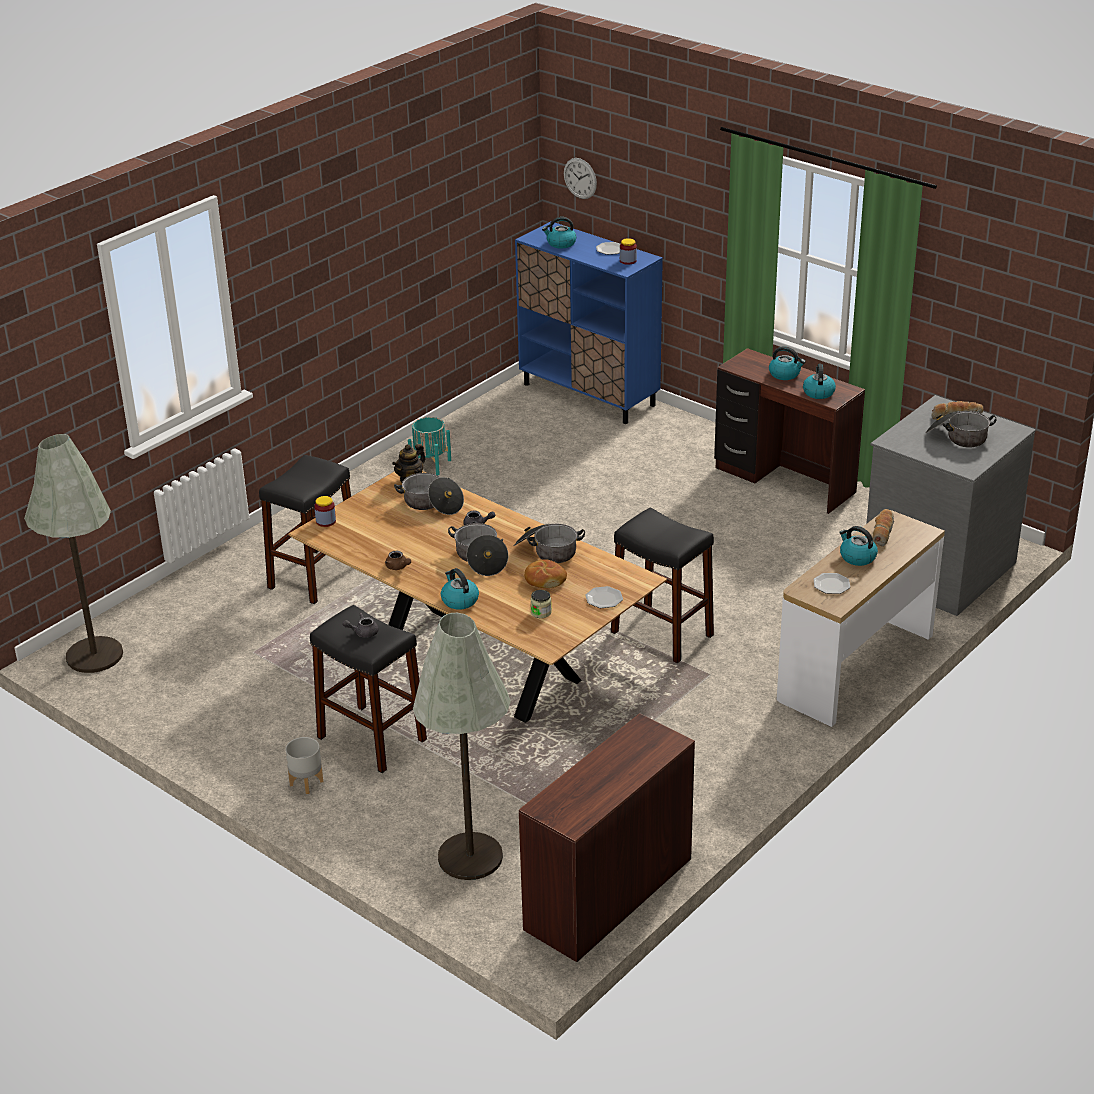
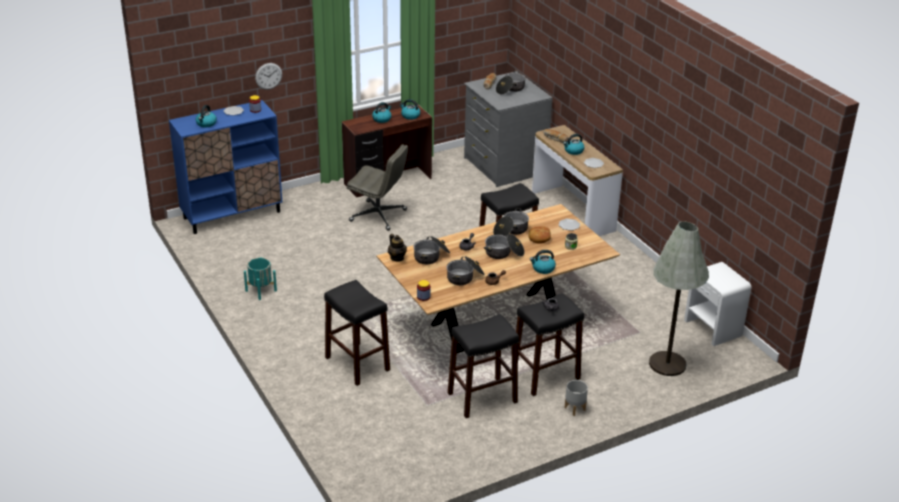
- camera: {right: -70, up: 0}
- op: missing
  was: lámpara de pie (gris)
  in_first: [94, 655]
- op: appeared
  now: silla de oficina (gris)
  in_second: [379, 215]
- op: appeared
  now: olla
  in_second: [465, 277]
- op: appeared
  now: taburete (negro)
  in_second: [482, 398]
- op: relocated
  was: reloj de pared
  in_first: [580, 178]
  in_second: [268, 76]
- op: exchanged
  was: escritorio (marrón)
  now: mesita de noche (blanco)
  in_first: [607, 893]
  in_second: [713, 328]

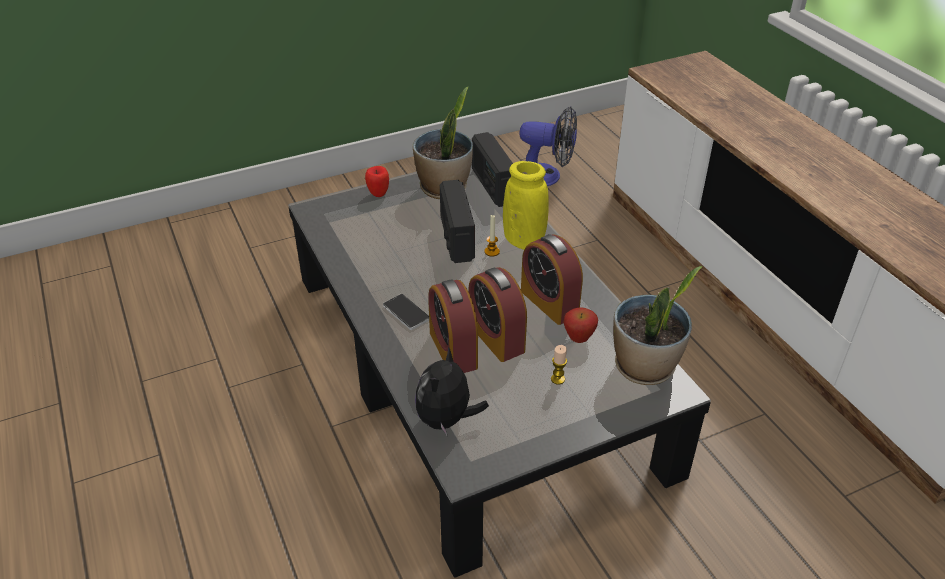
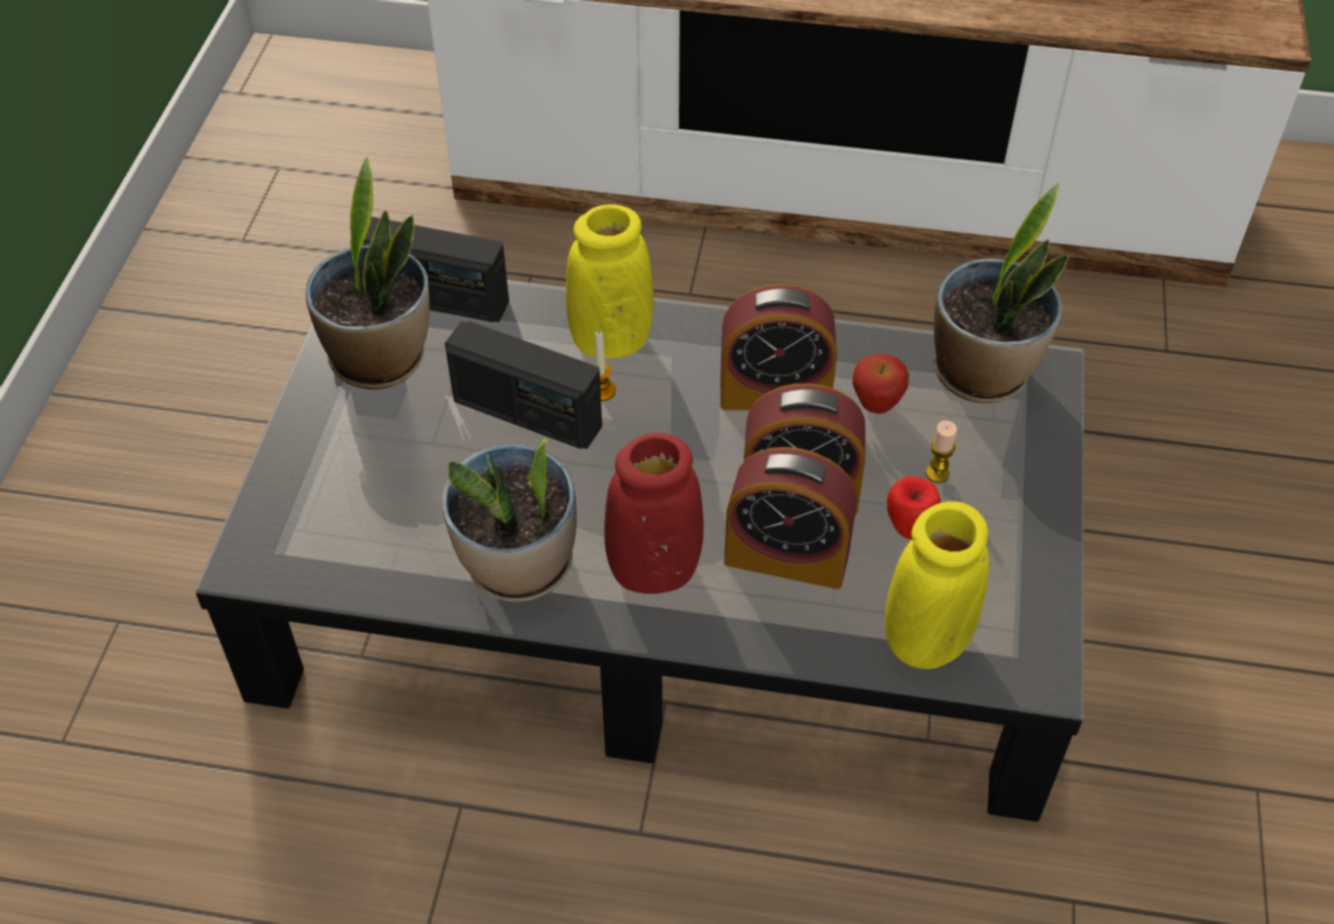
- camera: {right: -55, up: 10}
- op: missing
  was: ventilador
  in_first: [546, 176]
- op: appeared
  now: planta en maceta
  in_second: [519, 566]
- op: relocated
  was: manzana
  in_first: [378, 194]
  in_second: [908, 529]
- op: exchanged
  was: móvil
  now: florero (rojo)
  in_first: [406, 313]
  in_second: [654, 570]
- op: exchanged
  was: peluche
  now: florero (amarillo)
  in_first: [447, 420]
  in_second: [927, 641]

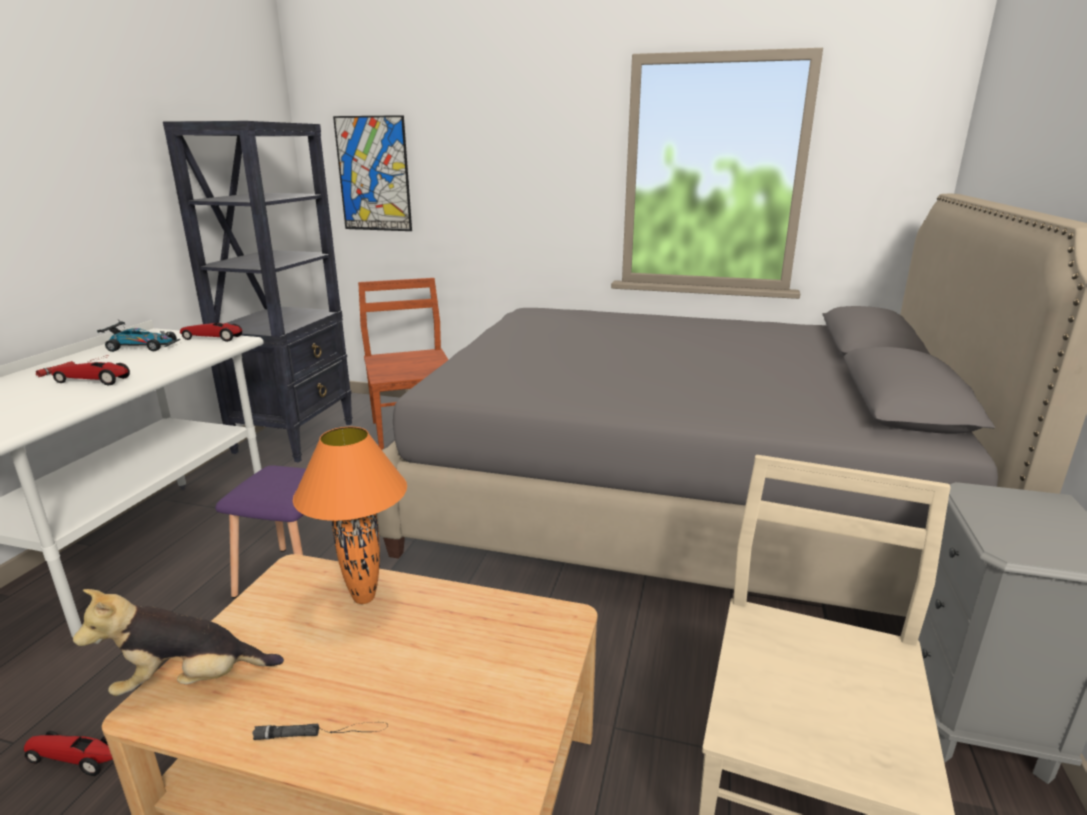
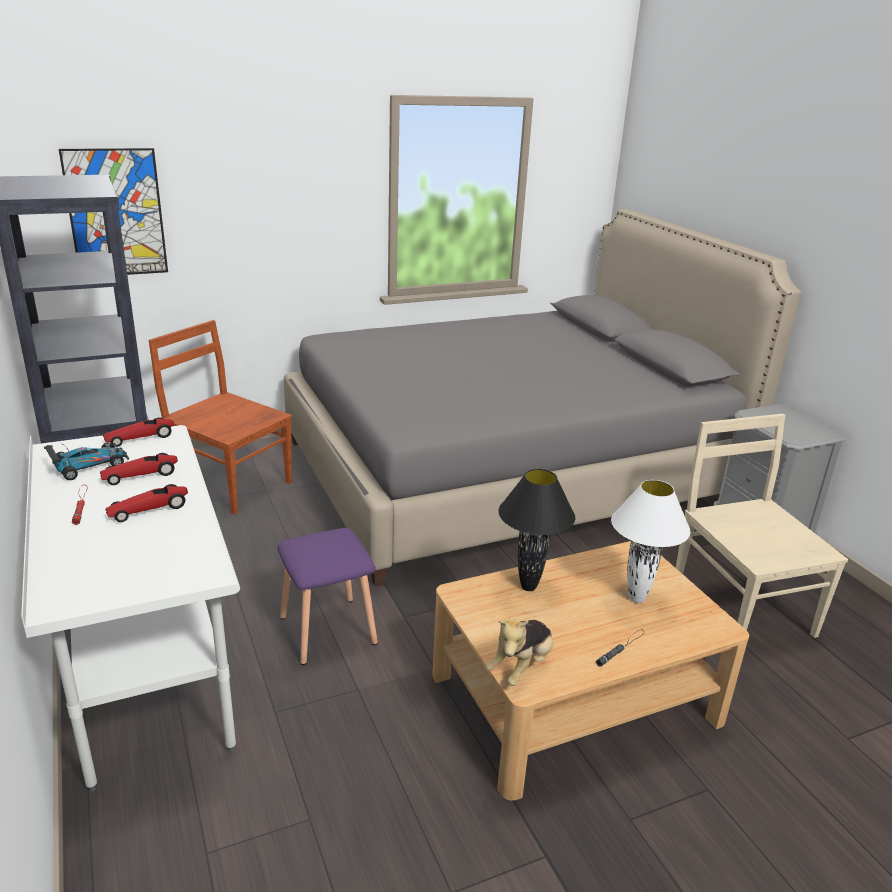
- camera: {right: -40, up: 5}
- op: appeared
  now: lámpara de mesa (blanco)
  in_second: [637, 598]
- op: relocated
  was: coche de juguete
  in_first: [75, 758]
  in_second: [140, 475]
- op: colour
  was: lámpara de mesa (naranja)
  now: lámpara de mesa (negro)
  in_first: [363, 597]
  in_second: [527, 587]

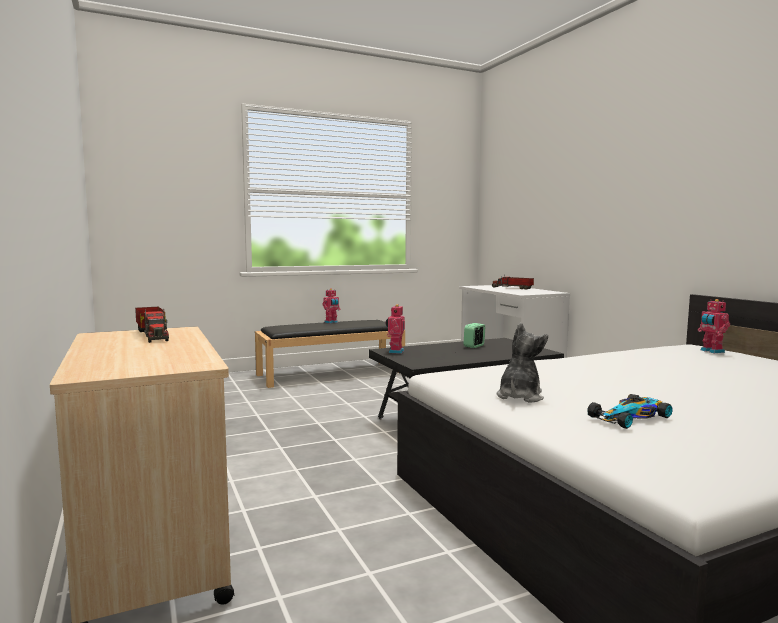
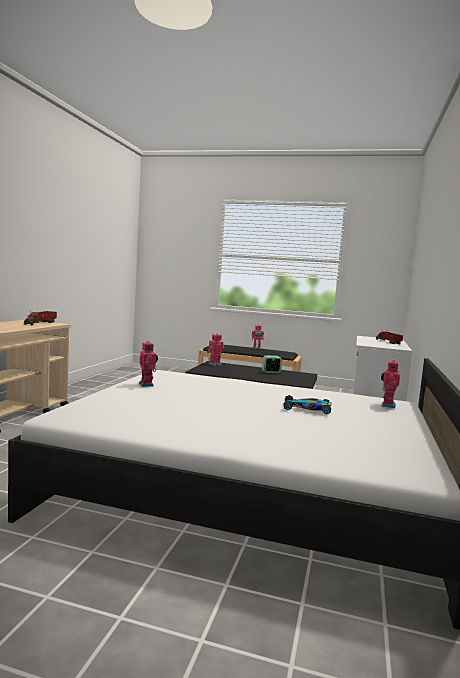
- camera: {right: 40, up: 0}
- op: relocated
  was: coche de juguete
  in_first: [630, 417]
  in_second: [308, 409]
- op: exchanged
  was: peluche
  now: robot de juguete
  in_first: [519, 396]
  in_second: [147, 384]

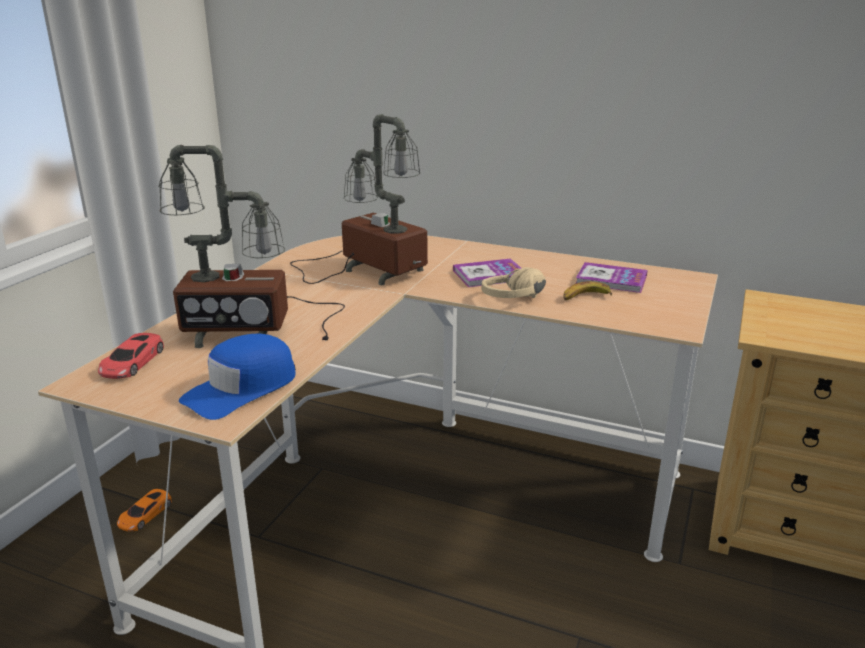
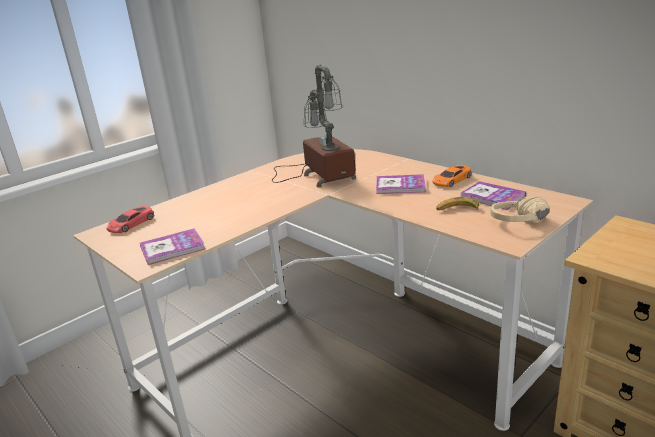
- camera: {right: 25, up: 0}
- op: missing
  was: lámpara de mesa
  in_first: [254, 328]
- op: relocated
  was: coche de juguete (naranja)
  in_first: [145, 514]
  in_second: [451, 180]
- op: relocated
  was: auriculares (beis)
  in_first: [519, 301]
  in_second: [523, 225]
- op: exchanged
  was: gorra (azul)
  now: libro
  in_first: [241, 388]
  in_second: [172, 248]

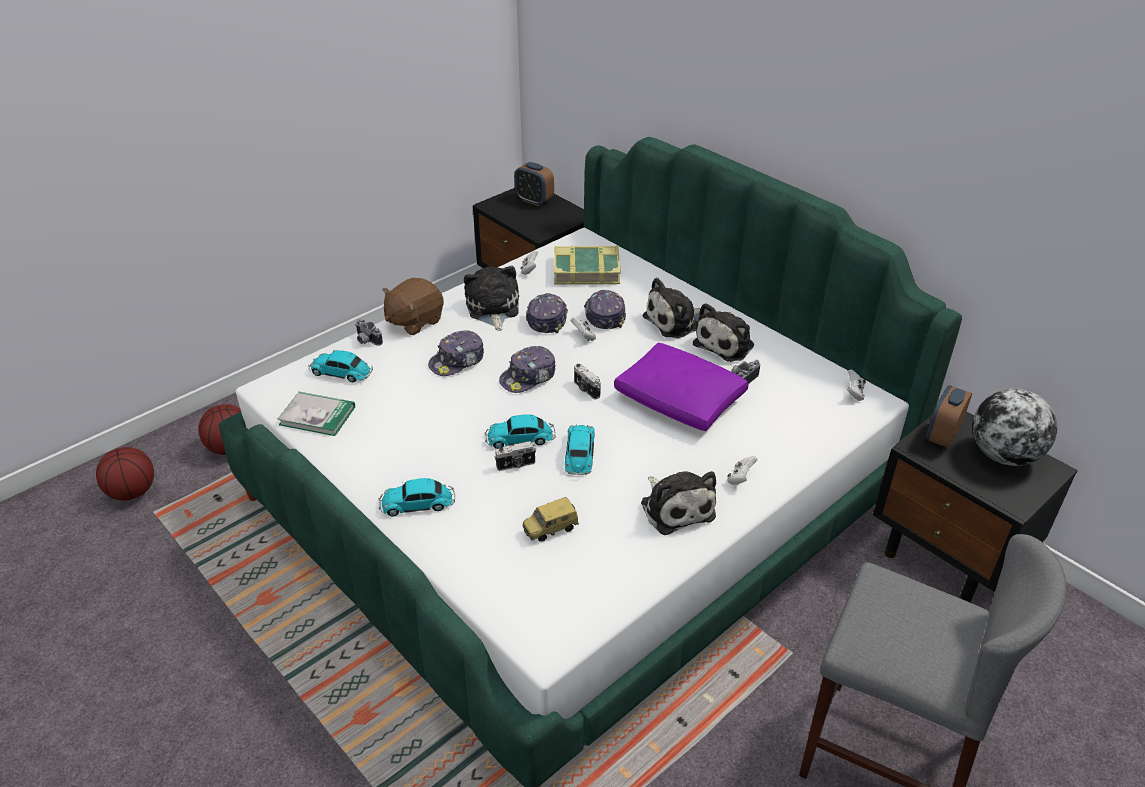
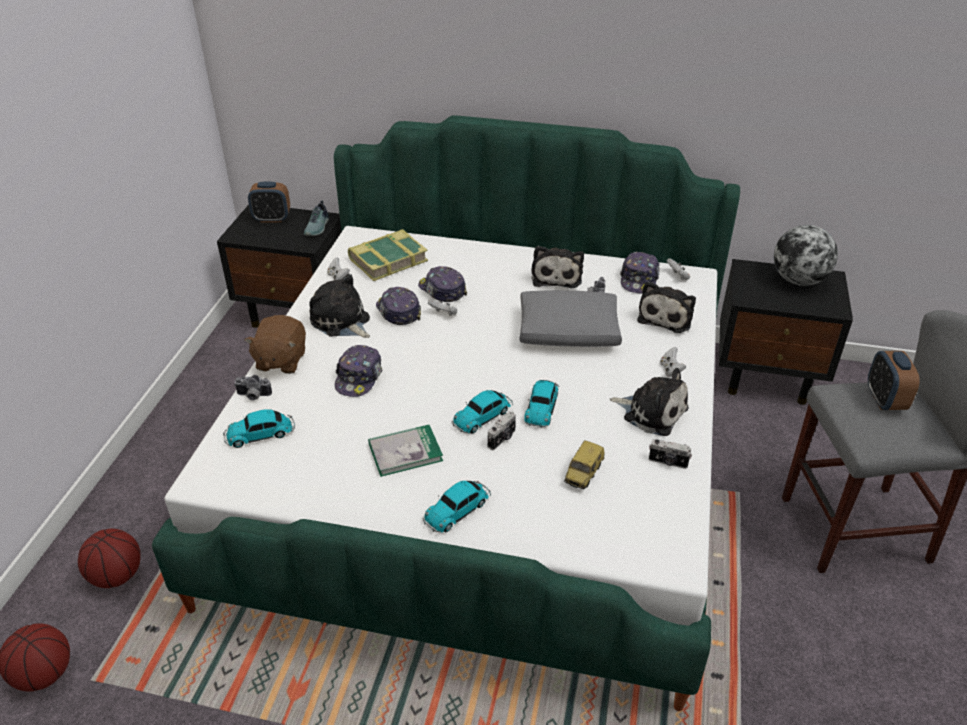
- camera: {right: -35, up: 0}
- op: appeared
  now: zapato
  in_second: [318, 227]
- op: relocated
  was: libro
  in_first: [317, 416]
  in_second: [405, 452]
- op: relocated
  was: gorra
  in_first: [528, 377]
  in_second: [639, 279]
- op: relocated
  was: cámara
  in_first: [586, 390]
  in_second: [668, 462]
- op: relocated
  was: peluche
  in_first: [675, 321]
  in_second: [666, 316]
- op: relocated
  was: despertador
  in_first: [942, 436]
  in_second: [884, 400]
- op: colour
  was: cojín (morado)
  now: cojín (gris)
  in_first: [680, 399]
  in_second: [569, 331]
- op: spun
  was: coche de juguete
  in_first: [579, 454]
  in_second: [542, 407]
  clockwise: -135

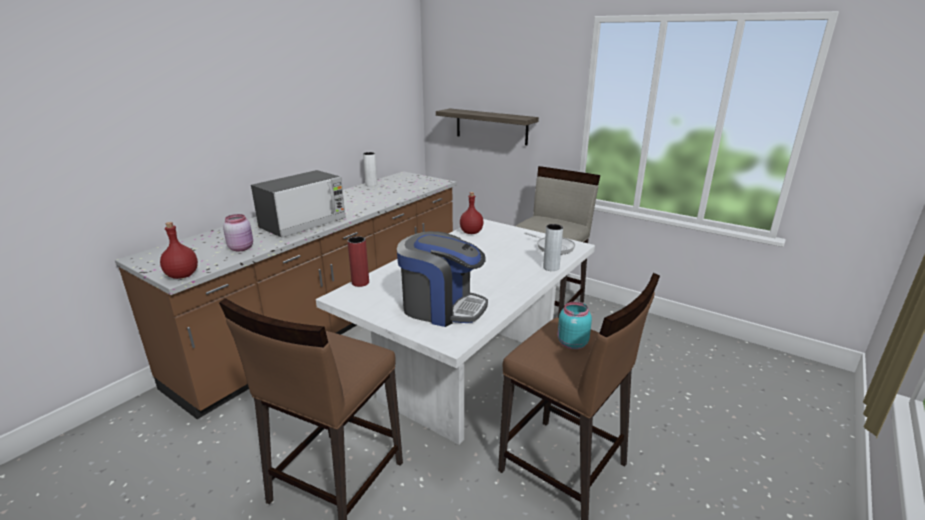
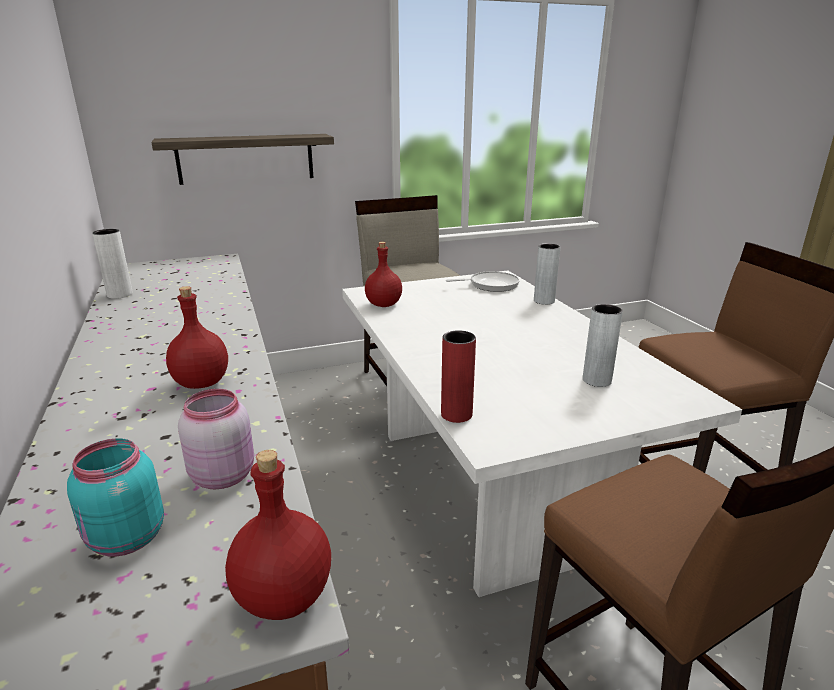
- camera: {right: -55, up: 0}
- op: relocated
  was: tarro (turquesa)
  in_first: [571, 343]
  in_second: [125, 539]
- op: exchanged
  was: microondas
  now: botella (rojo)
  in_first: [304, 223]
  in_second: [200, 383]
- op: exchanged
  was: cafetera
  now: florero (gris)
  in_first: [442, 307]
  in_second: [596, 380]

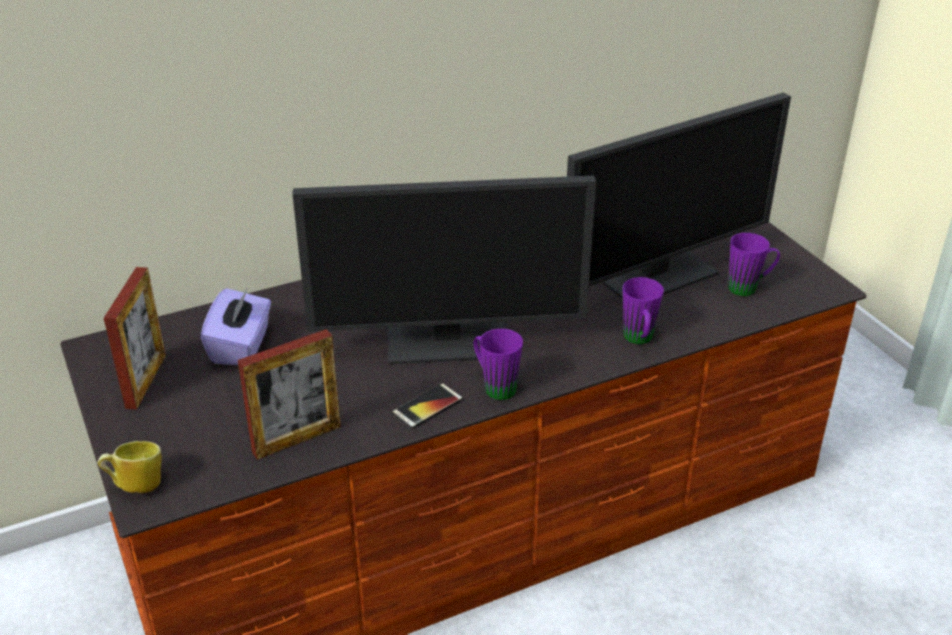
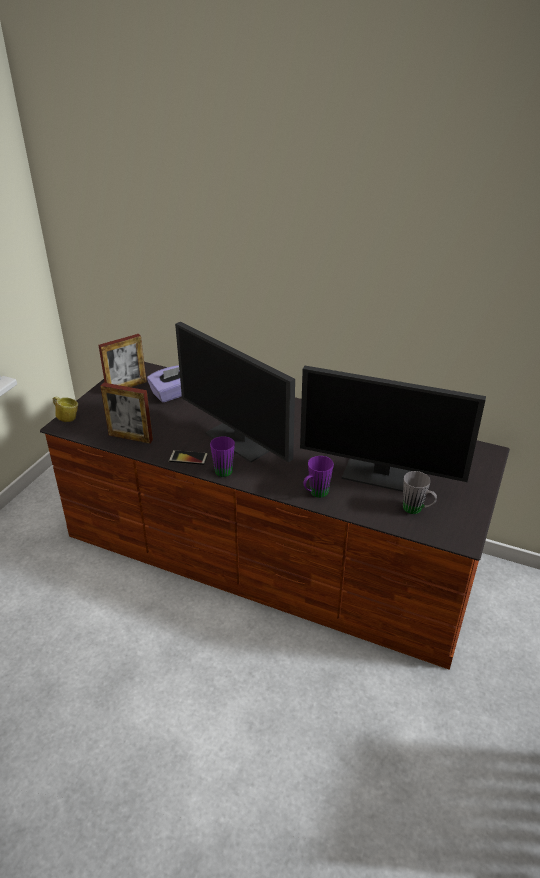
- camera: {right: 50, up: 0}
- op: colour
  was: taza grande (morado)
  now: taza grande (gris)
  in_first: [749, 287]
  in_second: [416, 510]

